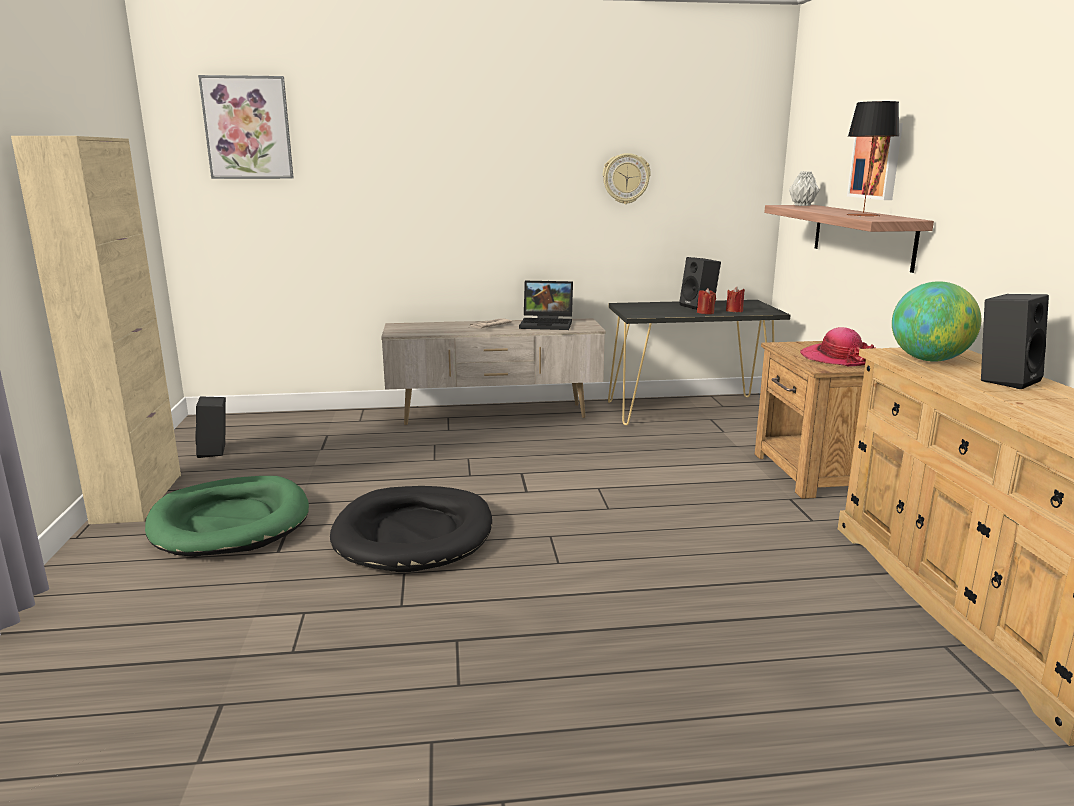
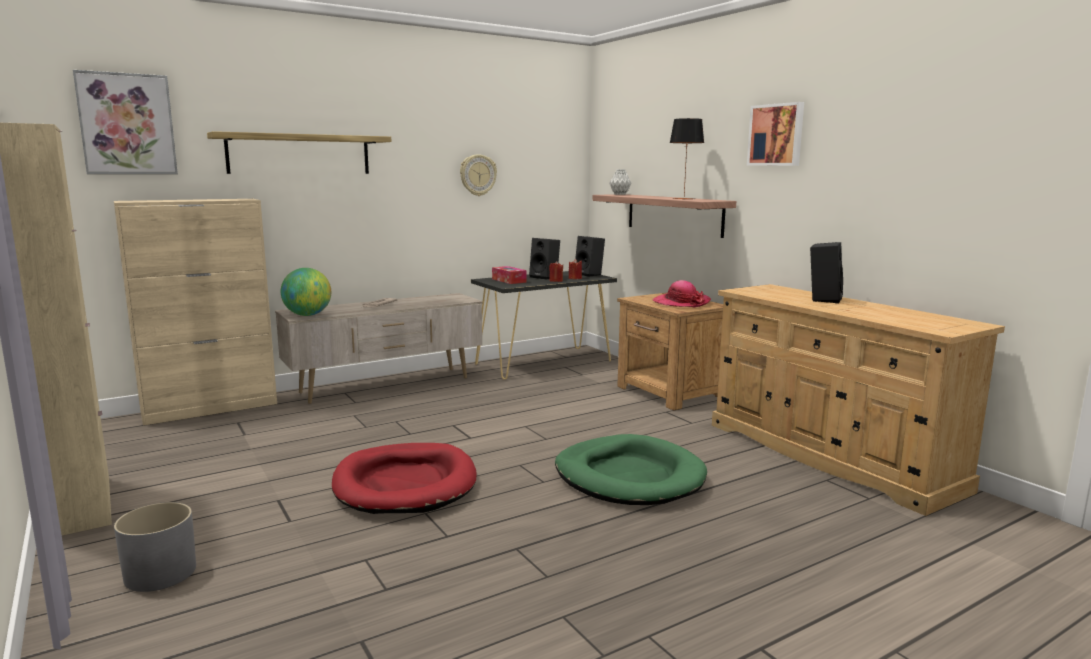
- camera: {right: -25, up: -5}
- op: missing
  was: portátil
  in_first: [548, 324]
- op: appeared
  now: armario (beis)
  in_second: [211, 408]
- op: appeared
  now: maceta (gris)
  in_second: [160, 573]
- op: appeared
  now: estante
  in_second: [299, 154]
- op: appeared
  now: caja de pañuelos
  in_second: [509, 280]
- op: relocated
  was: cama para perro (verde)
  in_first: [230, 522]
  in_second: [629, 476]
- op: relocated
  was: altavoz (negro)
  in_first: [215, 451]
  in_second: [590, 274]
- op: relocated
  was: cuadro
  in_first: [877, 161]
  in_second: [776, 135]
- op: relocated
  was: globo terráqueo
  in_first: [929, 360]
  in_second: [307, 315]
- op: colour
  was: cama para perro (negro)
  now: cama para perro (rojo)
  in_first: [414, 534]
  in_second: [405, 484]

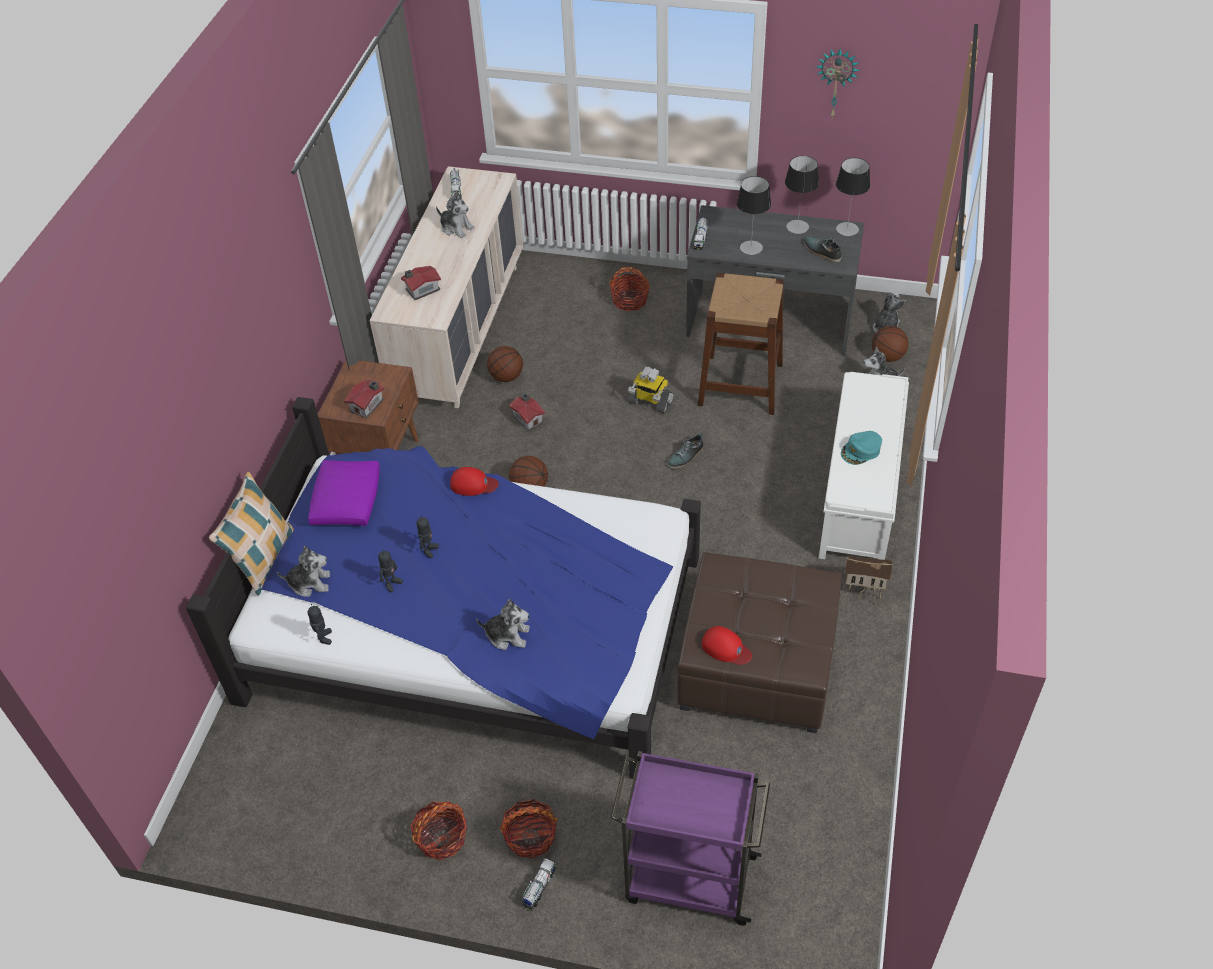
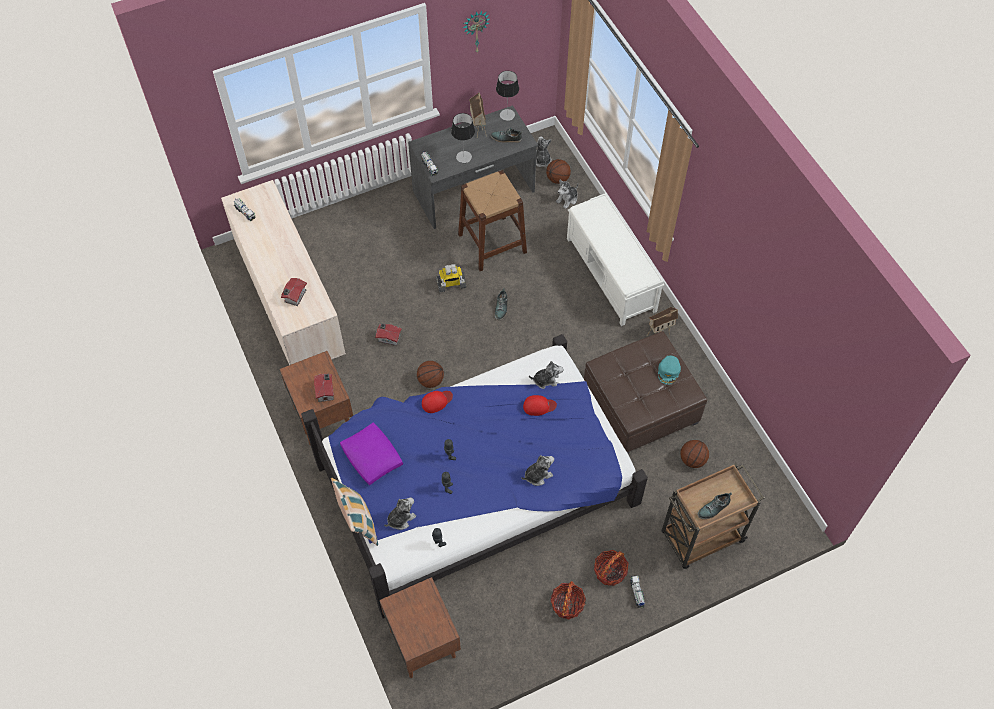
- camera: {right: -40, up: 10}
- op: missing
  was: cesta
  in_first: [630, 300]
- op: appeared
  now: mesita de noche (marrón)
  in_second: [422, 642]
- op: appeared
  now: zapato
  in_second: [714, 508]
- op: relocated
  was: peluche
  in_first: [456, 228]
  in_second: [546, 381]
- op: relocated
  was: balón de baloncesto
  in_first: [506, 377]
  in_second: [692, 460]
- op: relocated
  was: gorra (rojo)
  in_first: [726, 648]
  in_second: [539, 406]
- op: relocated
  was: gorra (turquesa)
  in_first: [861, 451]
  in_second: [669, 371]
- op: exchanged
  was: lámpara de mesa
  now: casita
  in_first: [797, 227]
  in_second: [478, 128]
- op: colour
  was: carrito (morado)
  now: carrito (marrón)
  in_first: [688, 878]
  in_second: [700, 538]

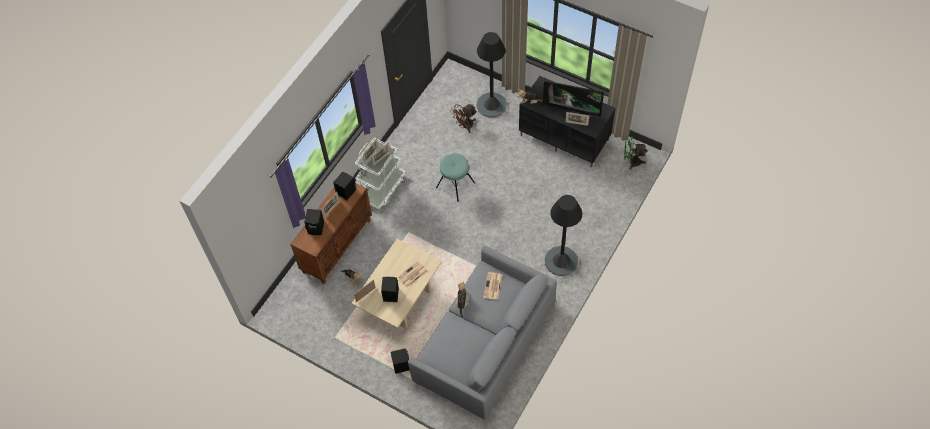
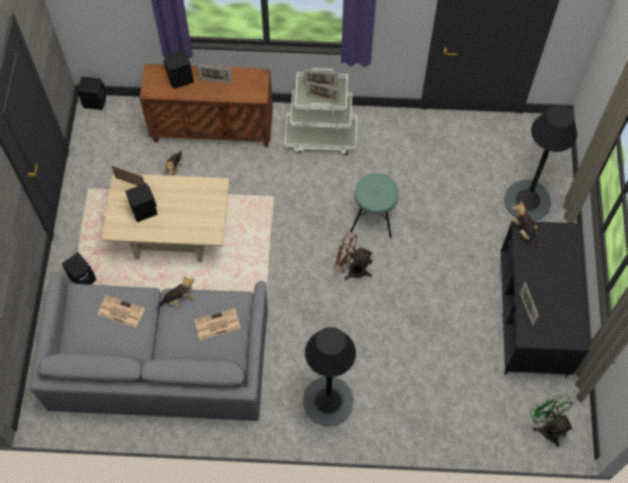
- camera: {right: 60, up: 5}
- op: missing
  was: televisor
  in_first: [571, 111]
- op: relocated
  was: altavoz (negro)
  in_first: [345, 191]
  in_second: [95, 101]
- op: relocated
  was: periódico
  in_first: [412, 275]
  in_second: [120, 311]
- op: relocated
  was: ventilador (marrón)
  in_first: [465, 126]
  in_second: [352, 269]

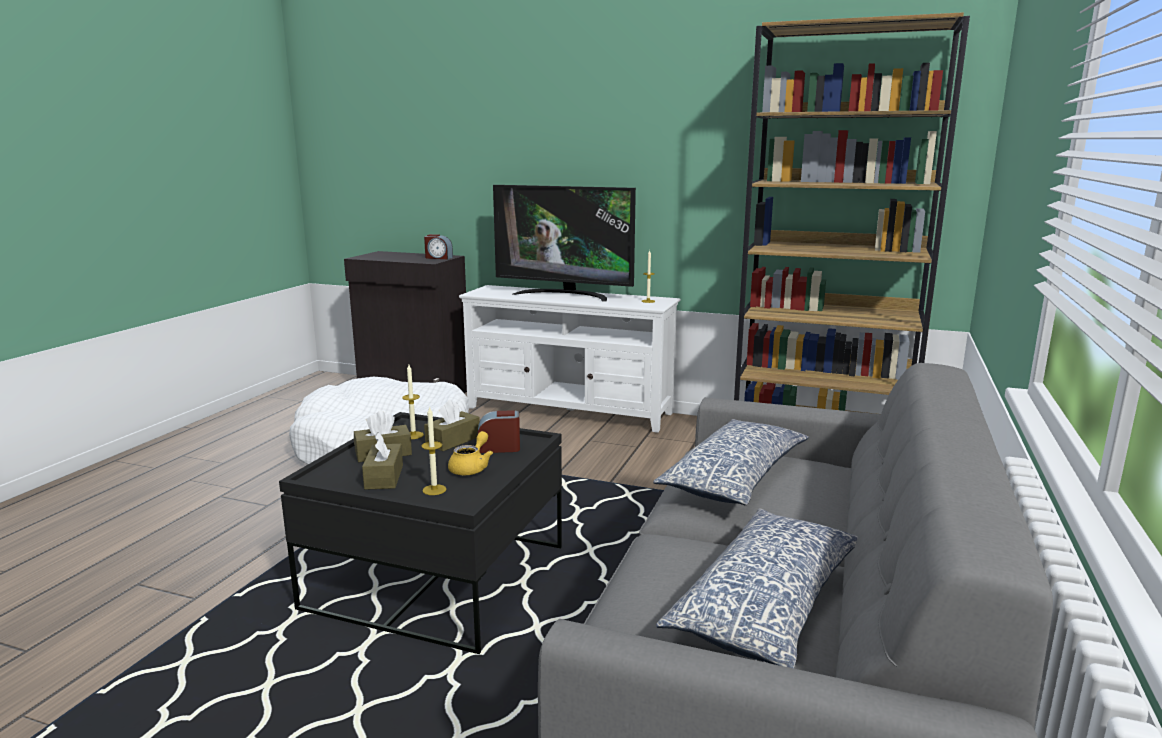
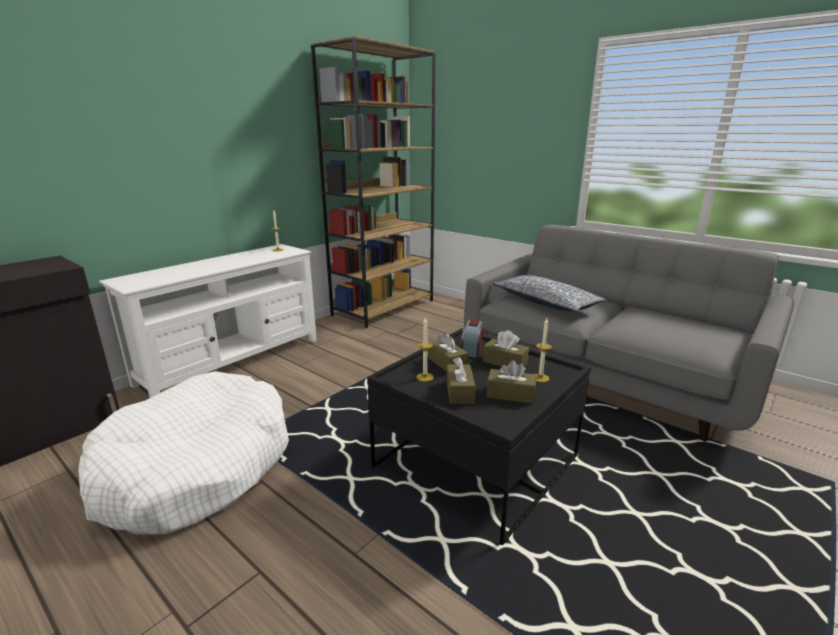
- camera: {right: -70, up: 5}
- op: missing
  was: despertador
  in_first: [438, 258]
- op: missing
  was: televisor
  in_first: [565, 295]
- op: missing
  was: cojín
  in_first: [769, 604]
- op: exchanged
  was: tetera (amarillo)
  now: caja de pañuelos (marrón)
  in_first: [471, 468]
  in_second: [505, 362]

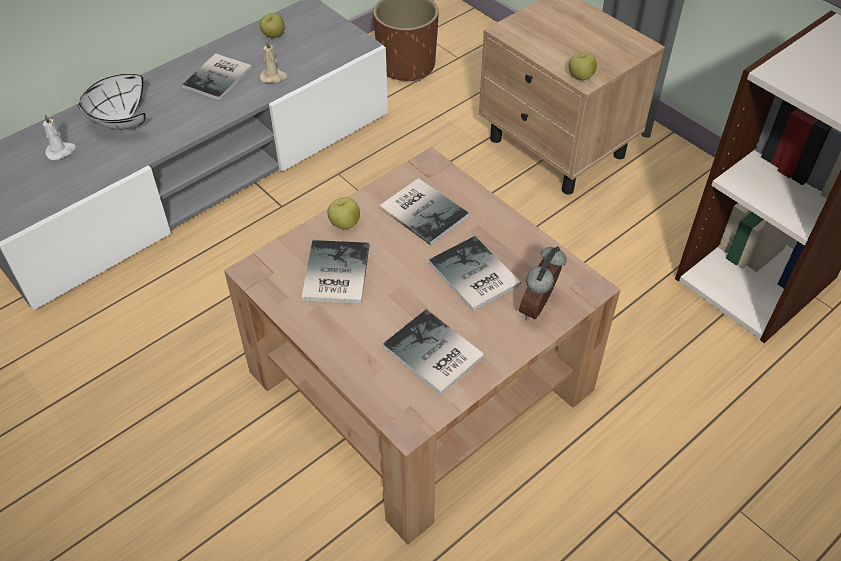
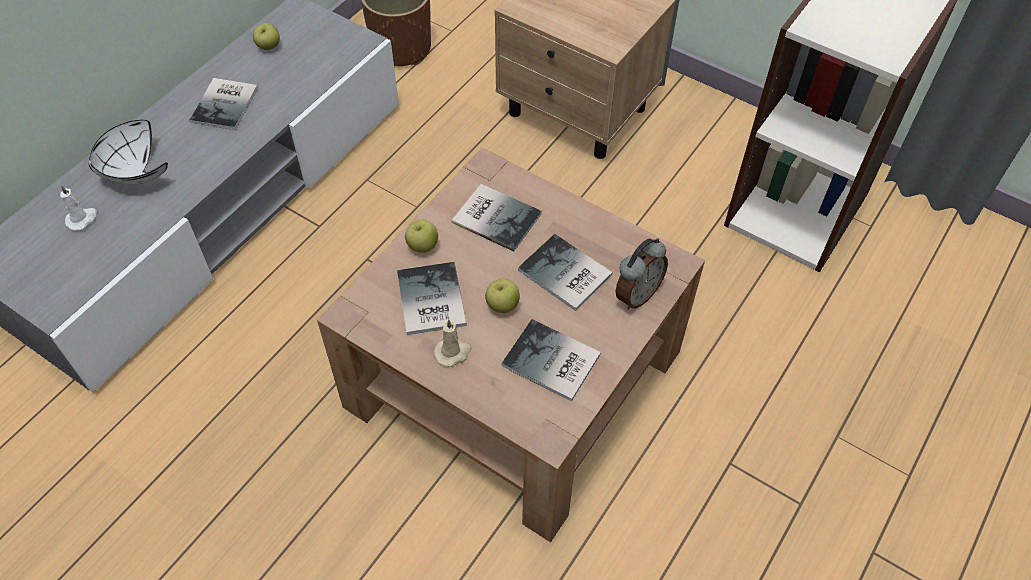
- camera: {right: -15, up: 5}
- op: relocated
  was: vela (beis)
  in_first: [274, 77]
  in_second: [453, 352]
- op: relocated
  was: manzana
  in_first: [580, 77]
  in_second: [502, 305]
- op: spun
  was: despertador
  in_first: [539, 308]
  in_second: [636, 294]
  clockwise: -150

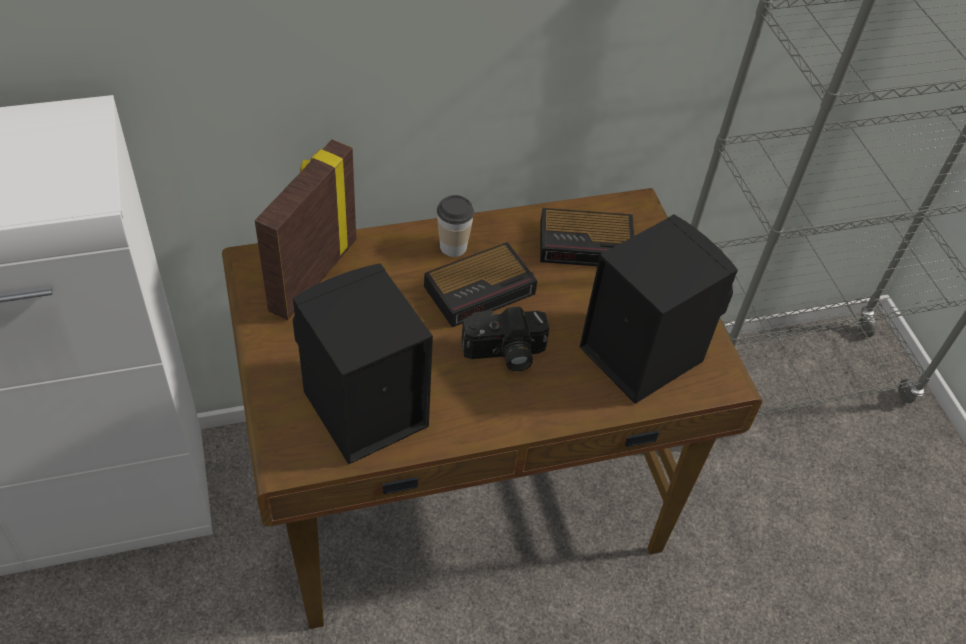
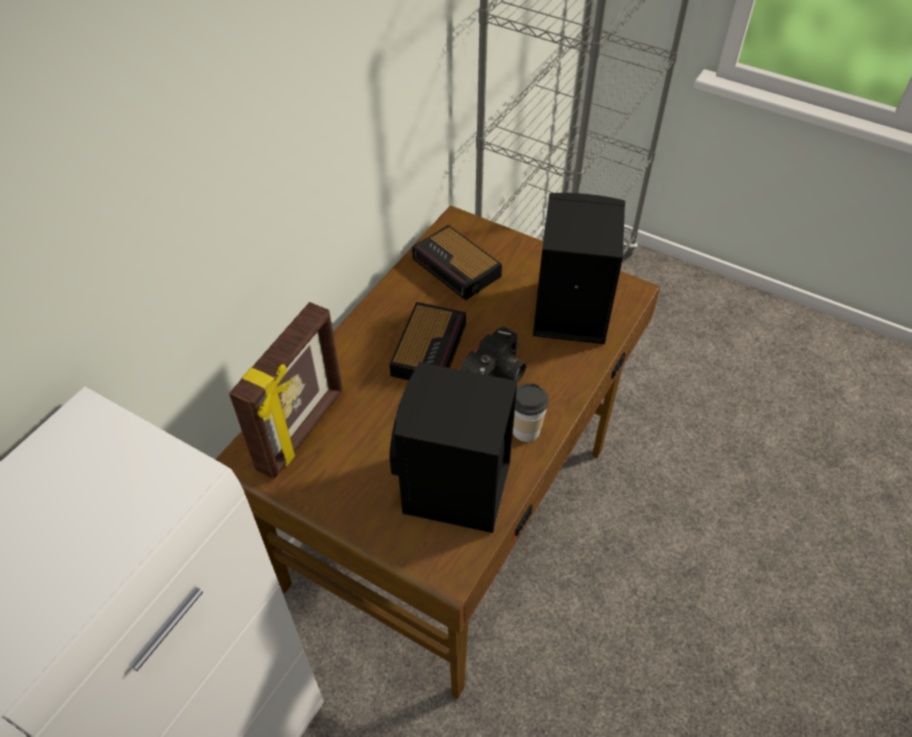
- camera: {right: -40, up: 0}
- op: relocated
  was: taza
  in_first: [453, 246]
  in_second: [525, 430]
- op: spun
  was: portarretratos
  in_first: [311, 275]
  in_second: [303, 431]
  clockwise: -135
- op: spun
  was: despertador
  in_first: [587, 245]
  in_second: [458, 268]
  clockwise: 90

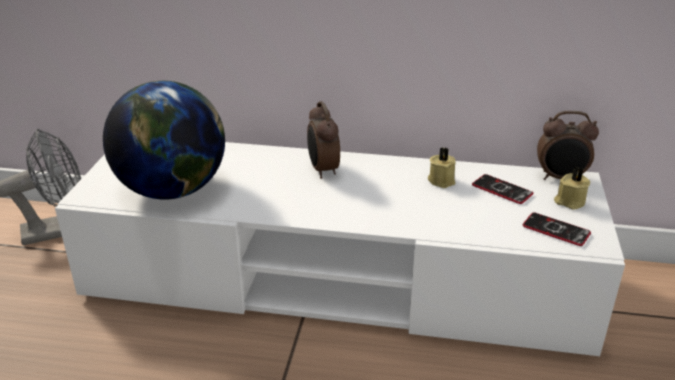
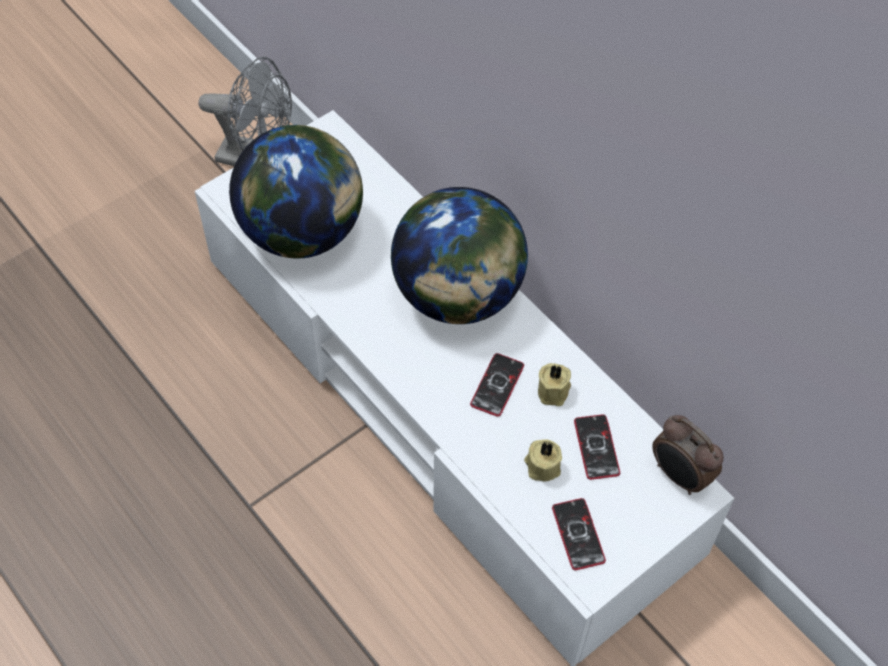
- camera: {right: 40, up: 25}
- op: appeared
  now: móvil
  in_second: [497, 385]
- op: relocated
  was: vela (beis)
  in_first: [569, 201]
  in_second: [542, 466]
- op: exchanged
  was: despertador
  now: globo terráqueo
  in_first: [322, 170]
  in_second: [458, 295]

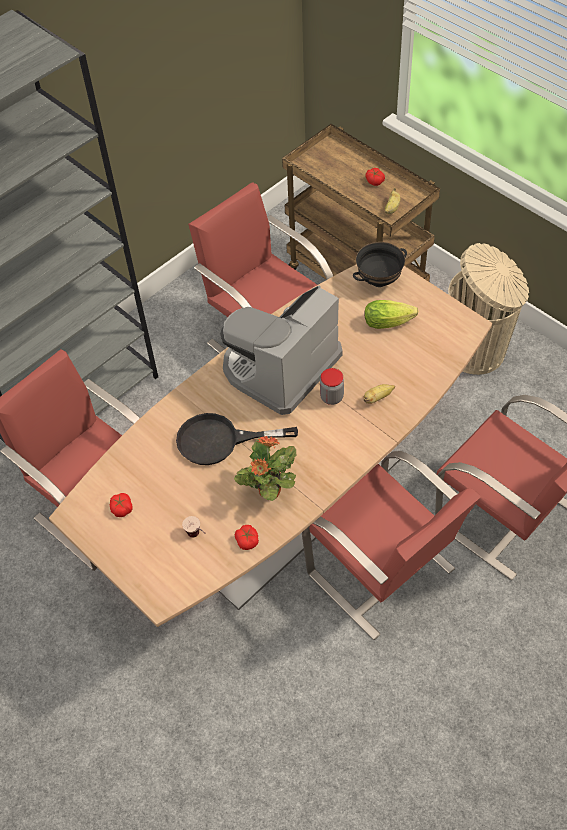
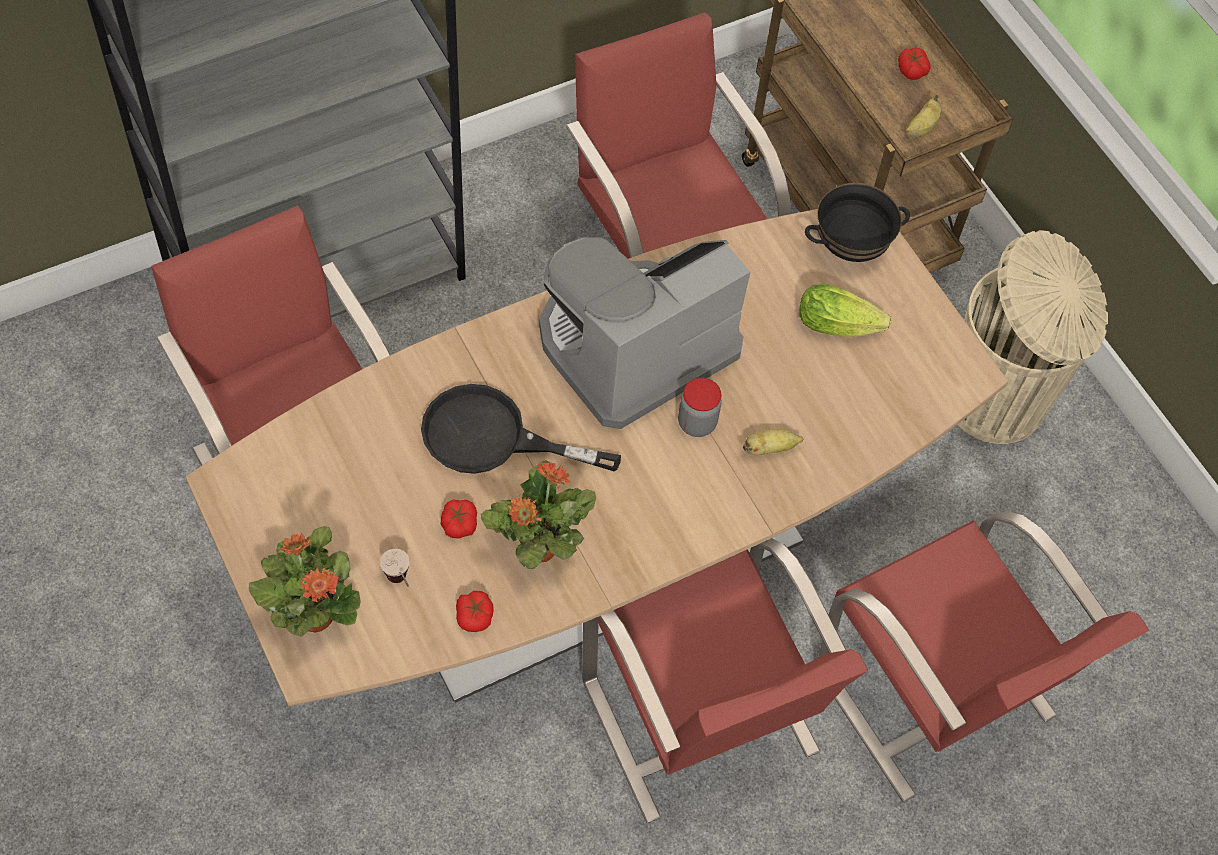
- camera: {right: 10, up: 5}
- op: appeared
  now: planta en maceta
  in_second: [314, 614]
- op: relocated
  was: tomate
  in_first: [121, 508]
  in_second: [459, 524]

